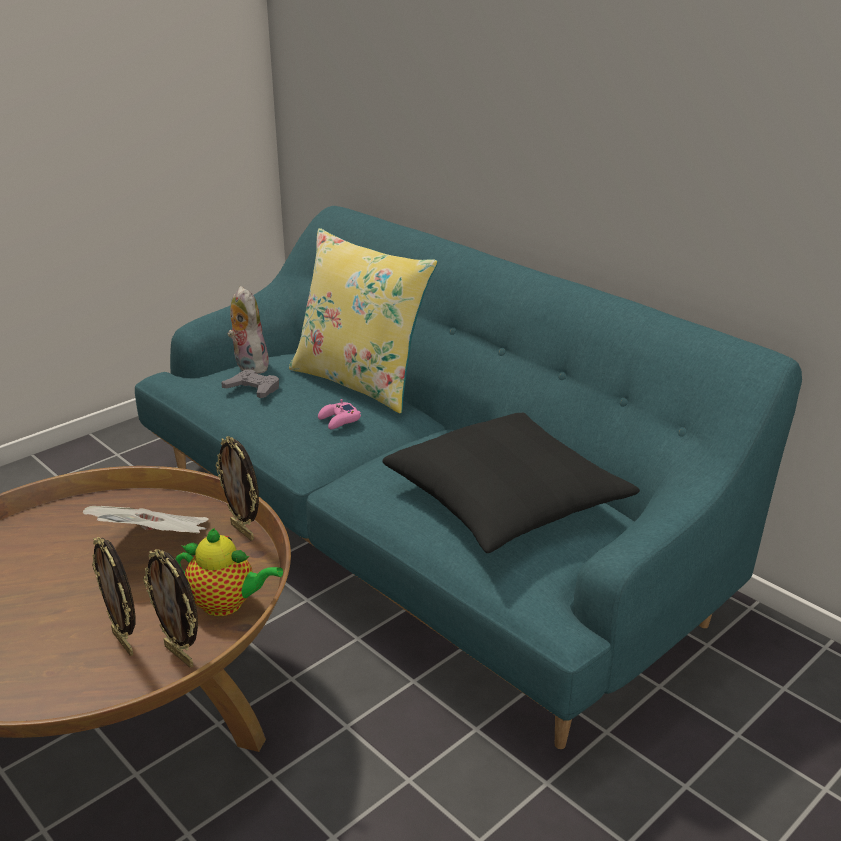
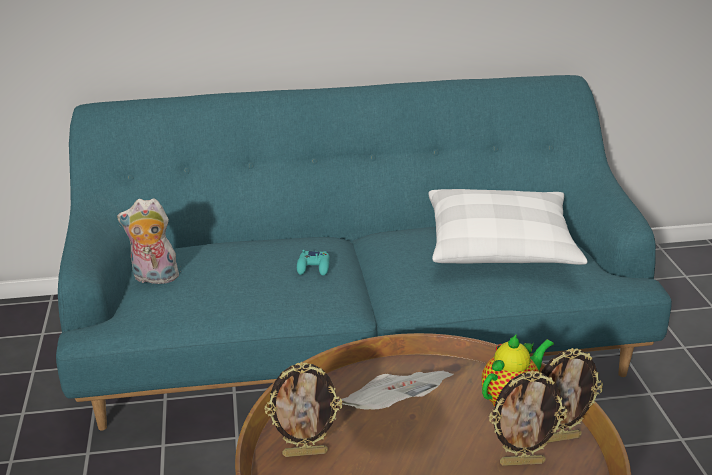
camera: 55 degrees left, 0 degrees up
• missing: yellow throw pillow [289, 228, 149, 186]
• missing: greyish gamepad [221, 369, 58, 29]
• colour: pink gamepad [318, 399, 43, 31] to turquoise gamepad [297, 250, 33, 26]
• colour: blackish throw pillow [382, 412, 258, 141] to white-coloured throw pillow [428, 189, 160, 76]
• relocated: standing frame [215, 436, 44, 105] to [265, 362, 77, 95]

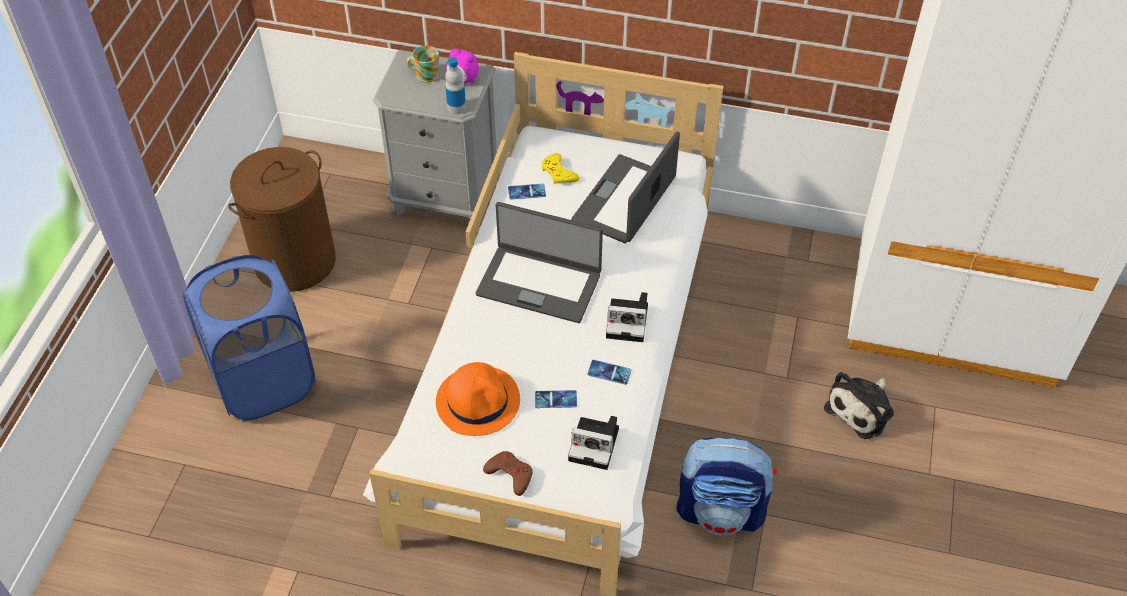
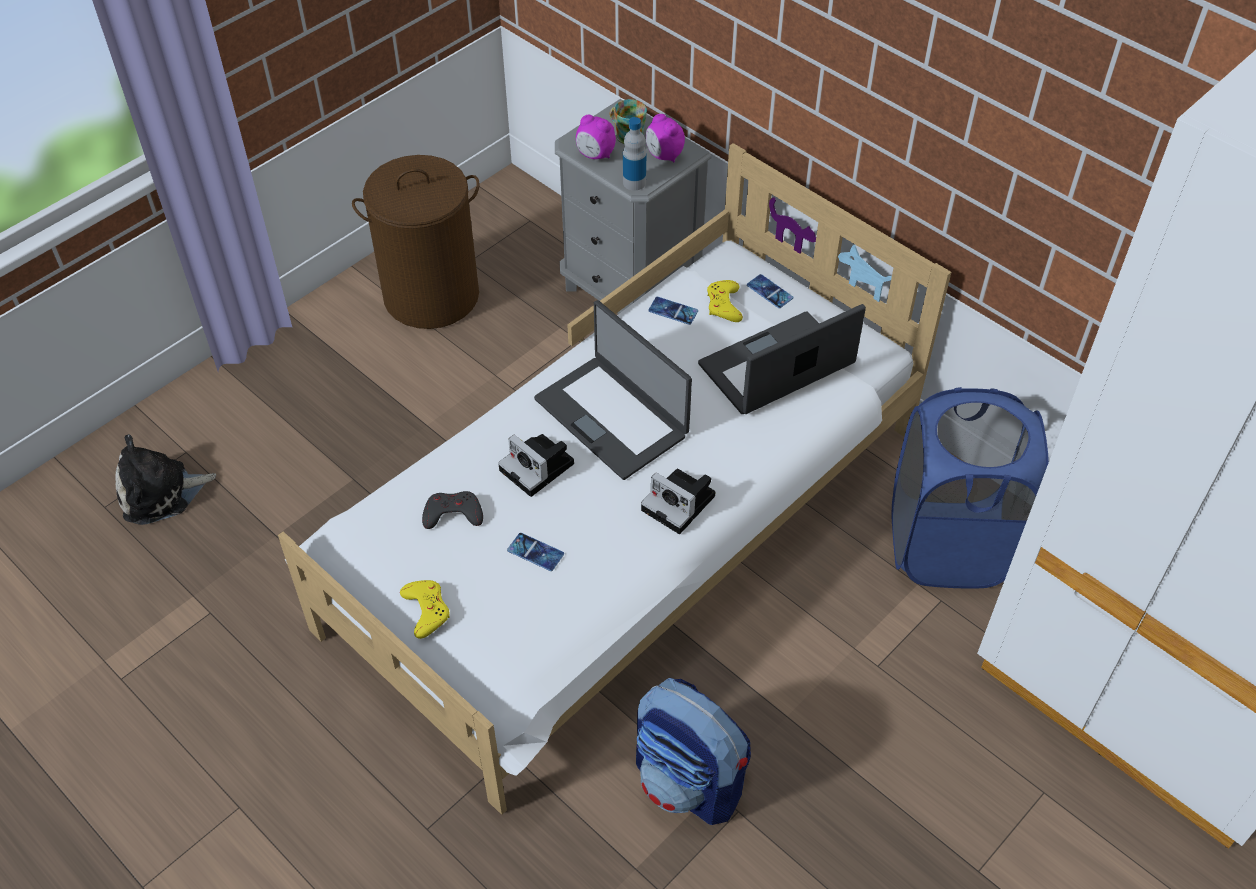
camera: 30 degrees right, 0 degrees up
• relocated: blue washing basket [182, 255, 133, 166] to [891, 387, 158, 201]
• relocated: telephone [587, 360, 44, 25] to [747, 274, 46, 34]
• exchanged: orange-coloured hat [436, 362, 84, 74] to greyish gamepad [422, 491, 61, 38]
• relocated: cuddly toy [824, 372, 70, 67] to [116, 434, 100, 91]
• relocated: still camera [568, 416, 51, 54] to [498, 434, 76, 63]
• colour: brownish gamepad [483, 451, 50, 45] to yellow gamepad [400, 580, 50, 59]
• appeared: bedside clock [576, 115, 40, 44]

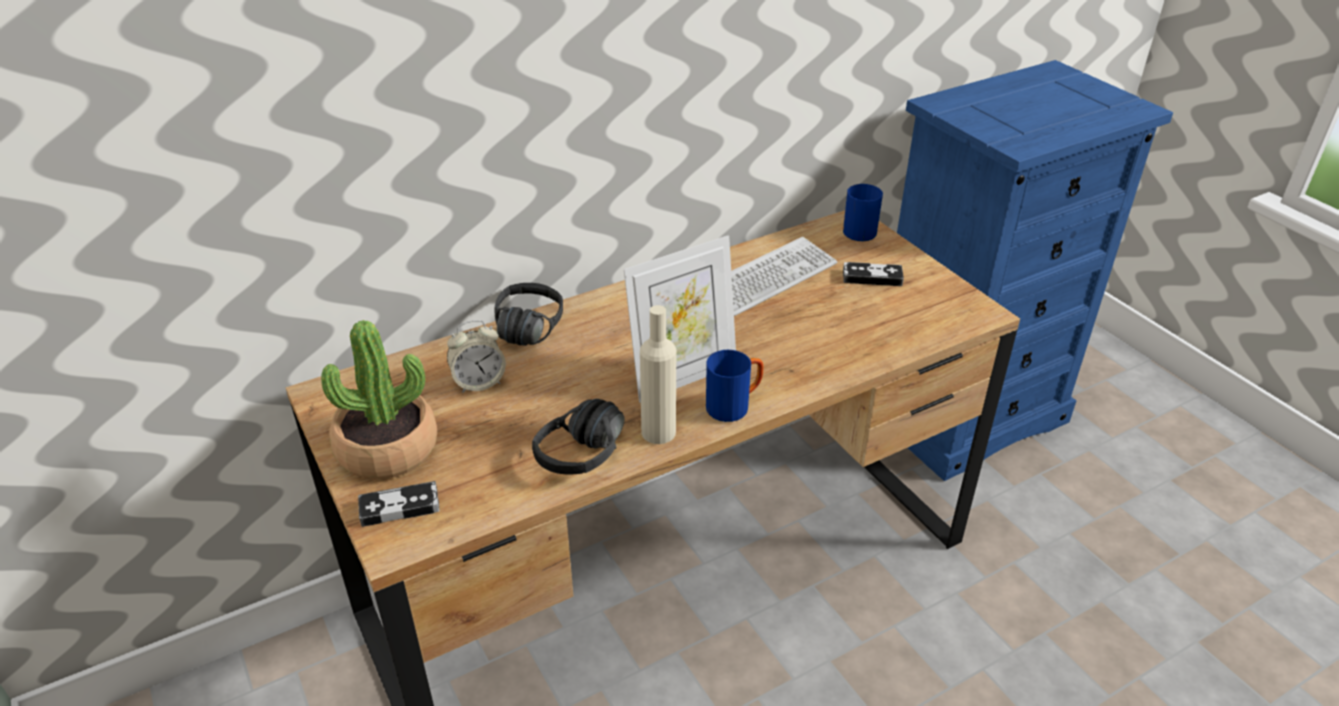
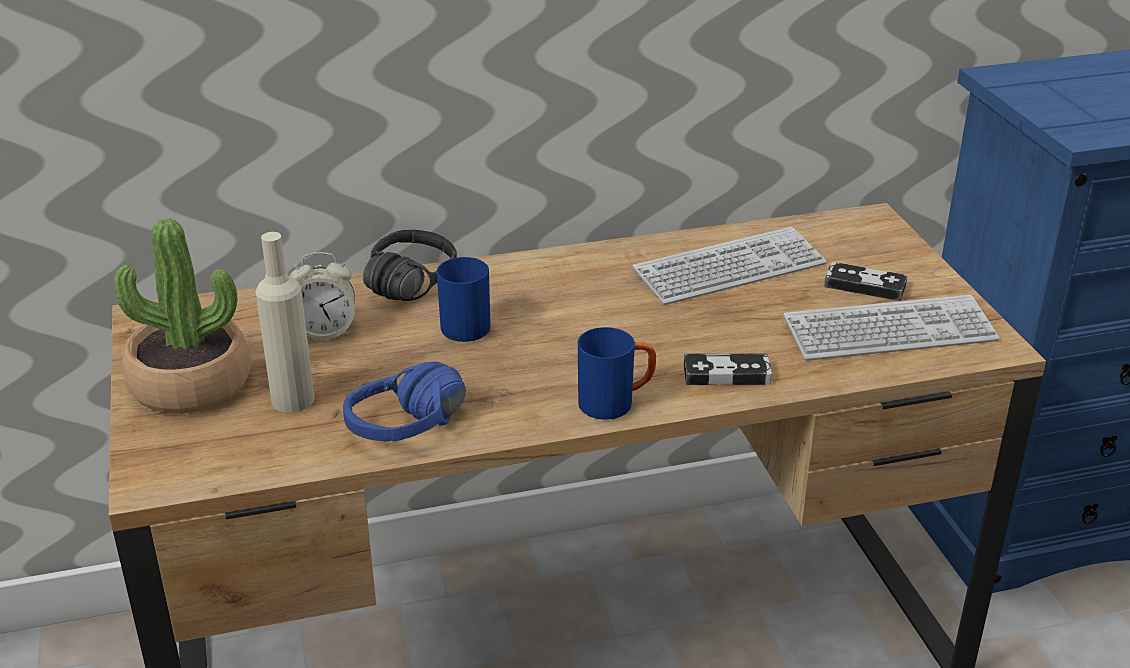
camera: 15 degrees right, 5 degrees down
• relocated: blue tea mug [843, 184, 40, 57] to [436, 257, 54, 85]
• missing: standing frame [624, 235, 112, 168]
• relocated: beige-coloured beverage bottle [640, 305, 36, 139] to [255, 232, 60, 180]
• colour: blackish pair of headphones [532, 399, 93, 75] to blue pair of headphones [343, 361, 123, 81]
• relocated: gamepad [358, 481, 82, 46] to [683, 353, 89, 32]
• appeared: PC keyboard [783, 295, 216, 66]

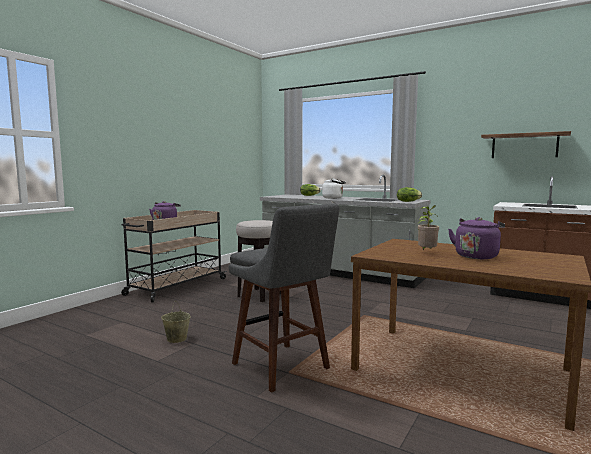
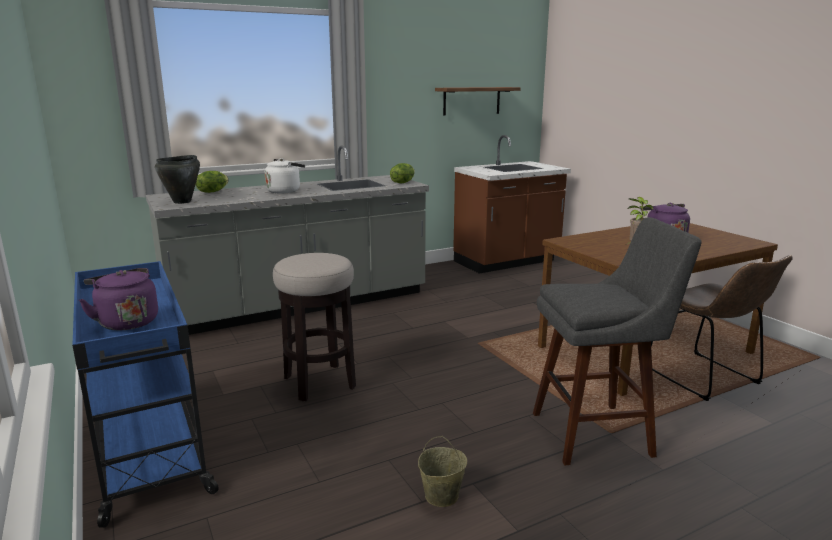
camera: 60 degrees left, 10 degrees up
• colour: beige-coloured cart [121, 210, 106, 92] to blue cart [72, 261, 147, 267]
• appeared: blackish stockpot [155, 155, 45, 49]
• appeared: brownish upright chair [651, 255, 142, 146]

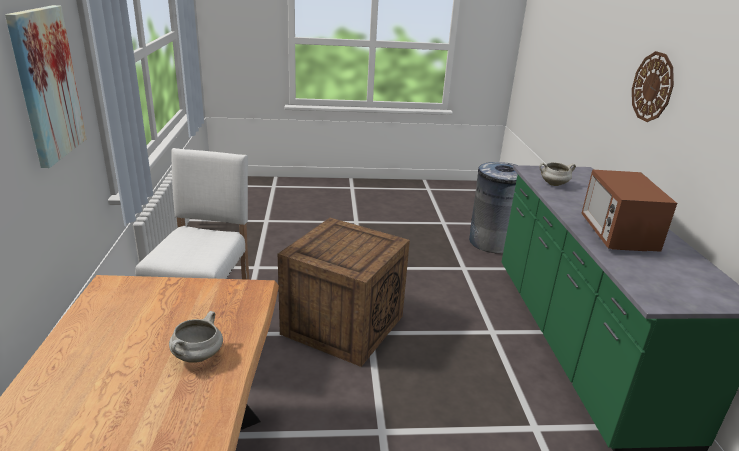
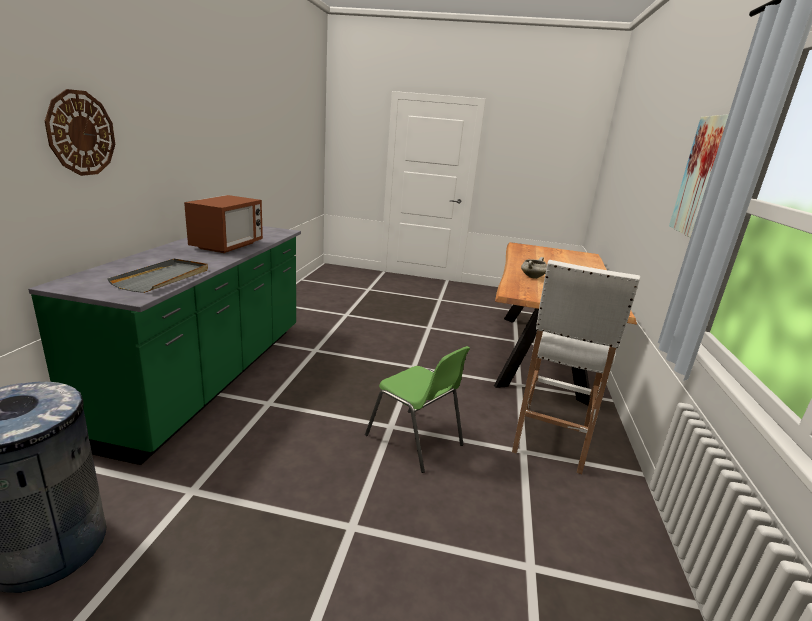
camera: 165 degrees left, 5 degrees down
• exchanged: white-coloured stockpot [539, 162, 37, 24] to greyish serving tray [107, 259, 101, 34]
• exchanged: crate [278, 218, 132, 149] to greenish upright chair [365, 346, 105, 127]

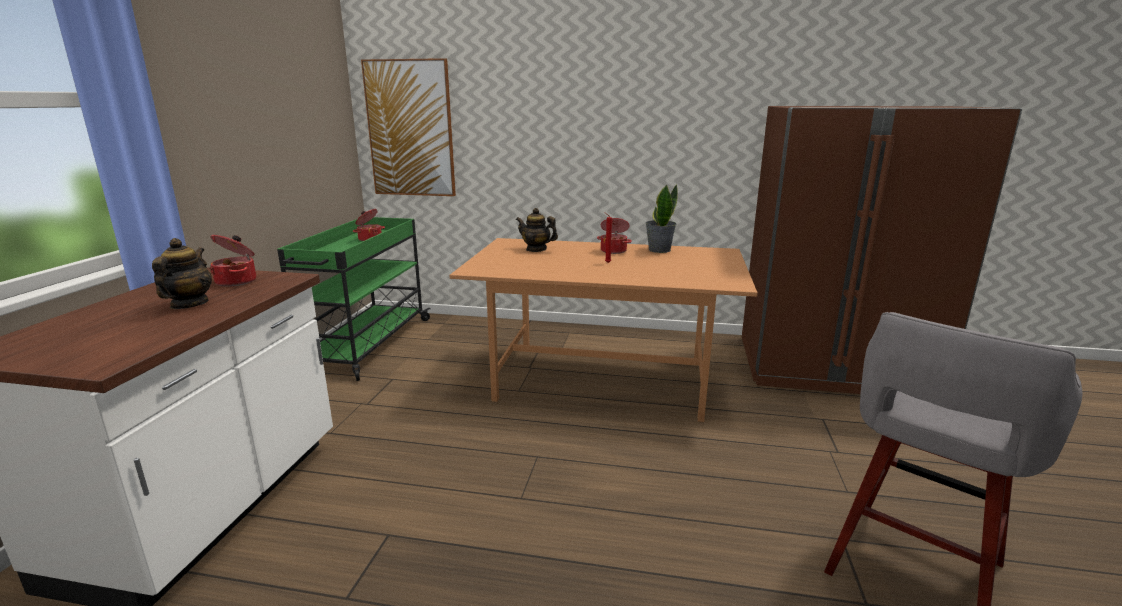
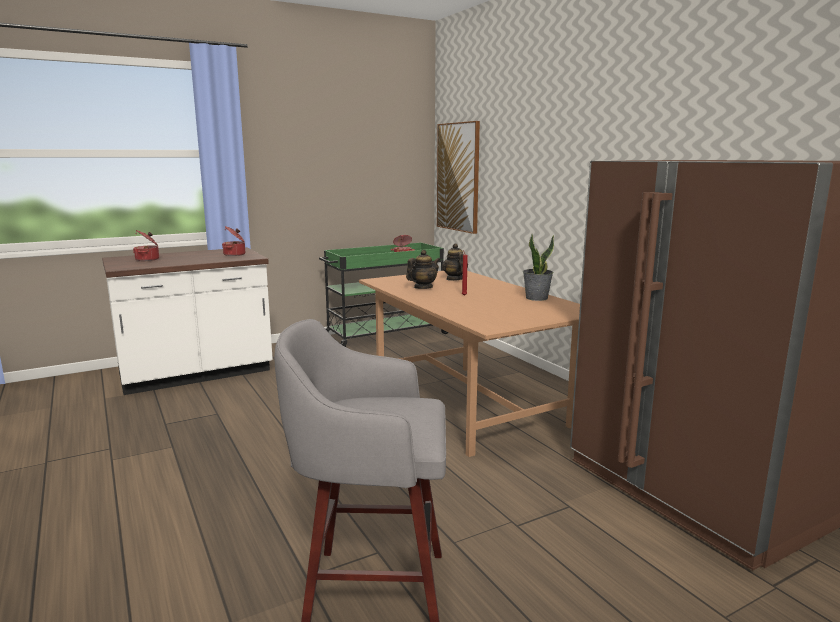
camera: 50 degrees right, 5 degrees down
• relocated: stockpot [597, 218, 35, 36] to [133, 230, 26, 31]
• relocated: pot for tea [152, 238, 60, 71] to [406, 250, 34, 39]

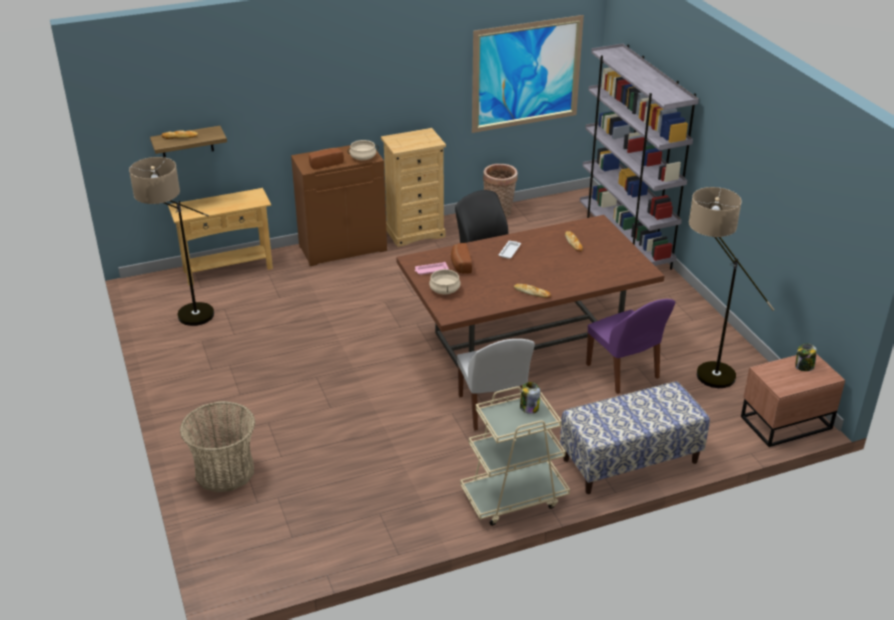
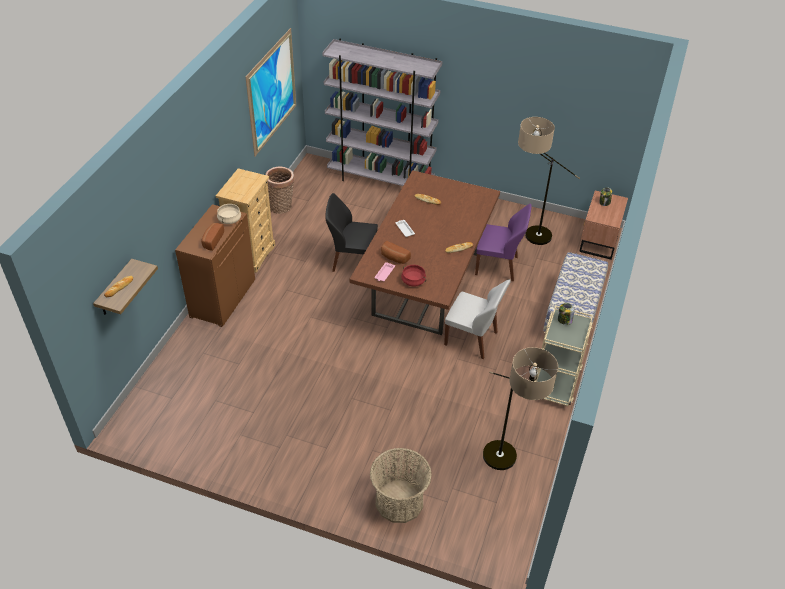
camera: 50 degrees left, 10 degrees up
• relocated: standing lamp [129, 157, 85, 169] to [483, 347, 75, 123]
• missing: beige-coloured hall table [168, 188, 105, 98]
• colour: beige-coloured stockpot [429, 269, 32, 26] to red-coloured stockpot [401, 265, 25, 22]

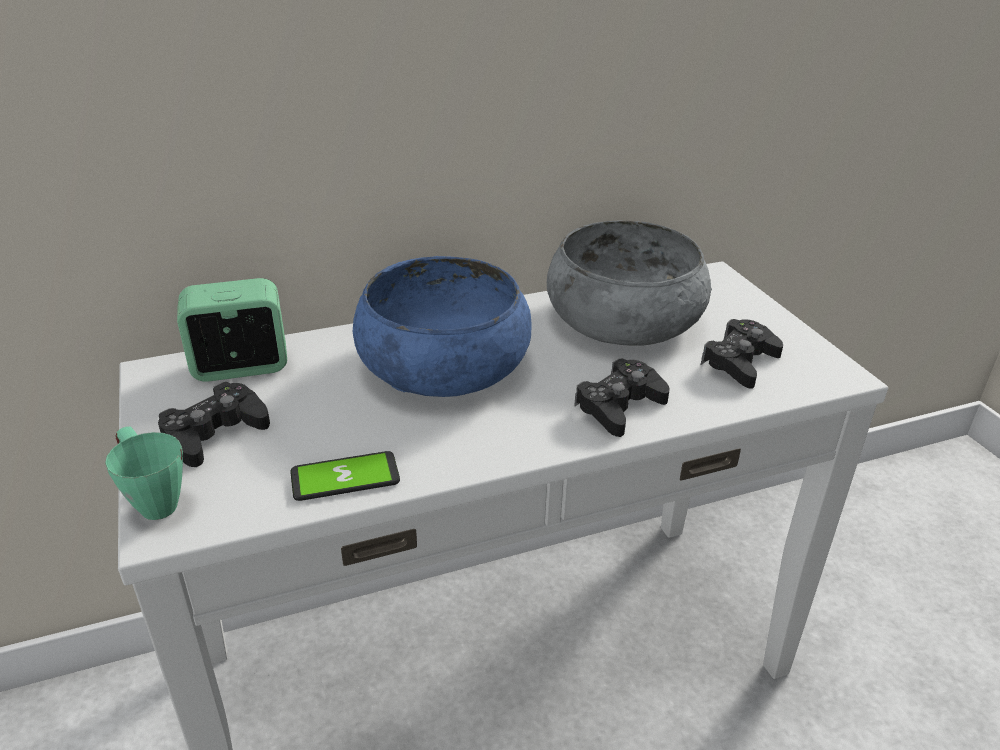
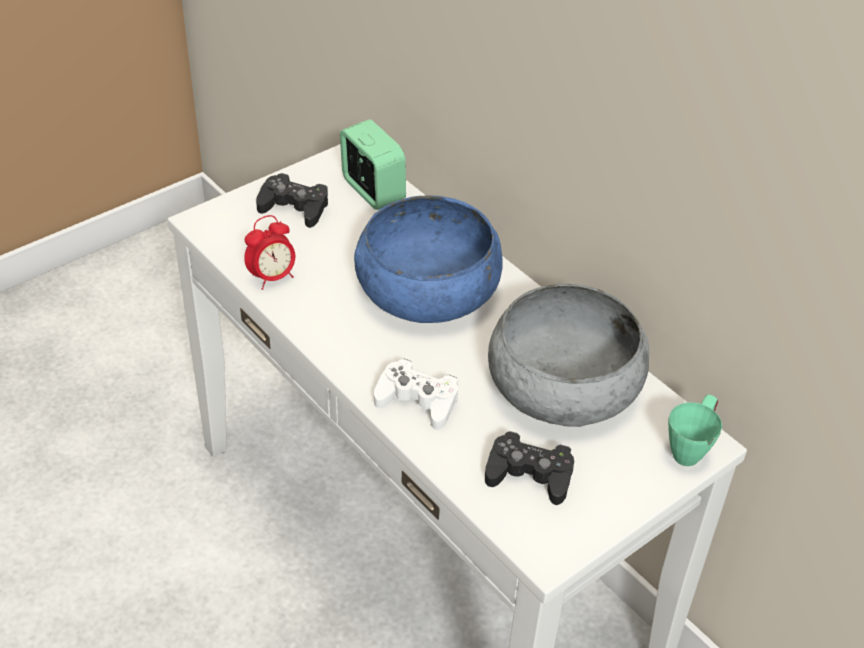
camera: 70 degrees right, 10 degrees up
• colour: blackish gamepad [574, 358, 95, 79] to white-coloured gamepad [374, 359, 84, 71]
• relocated: greenish tea mug [105, 426, 78, 94] to [668, 394, 54, 72]
• exchanged: telephone [290, 451, 110, 50] to bedside clock [244, 215, 51, 75]

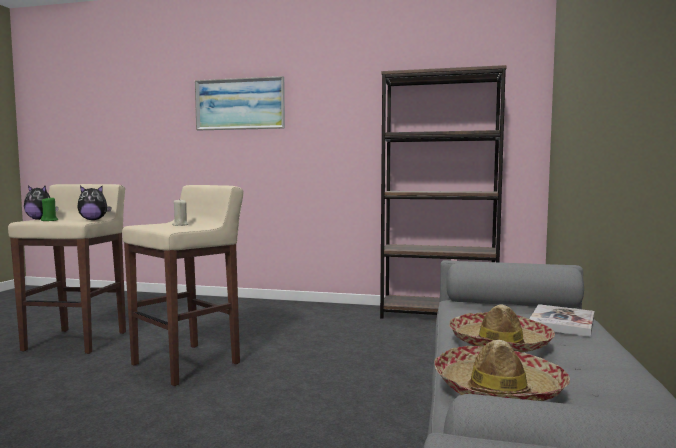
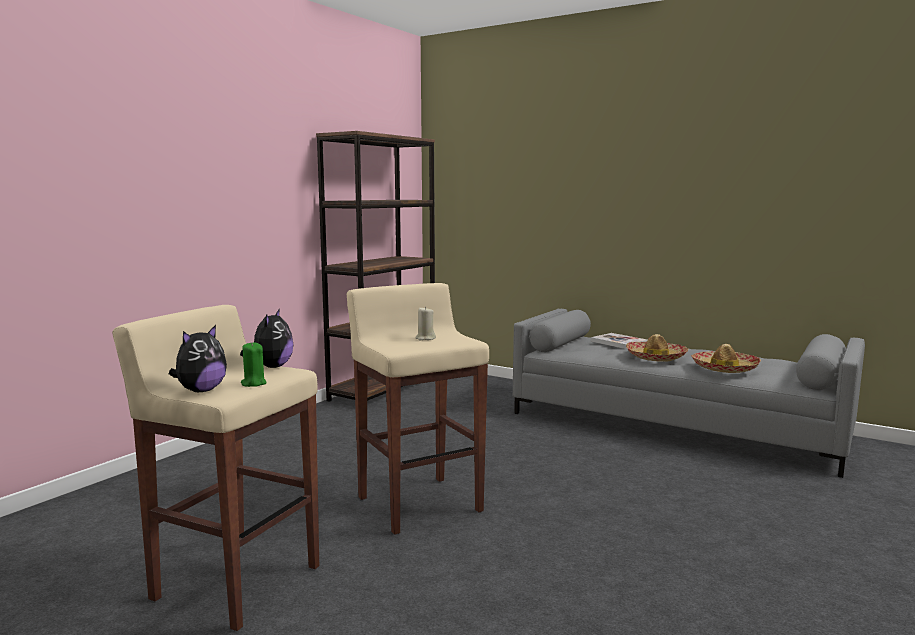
camera: 70 degrees left, 5 degrees up
• missing: wall art [195, 76, 90, 54]

